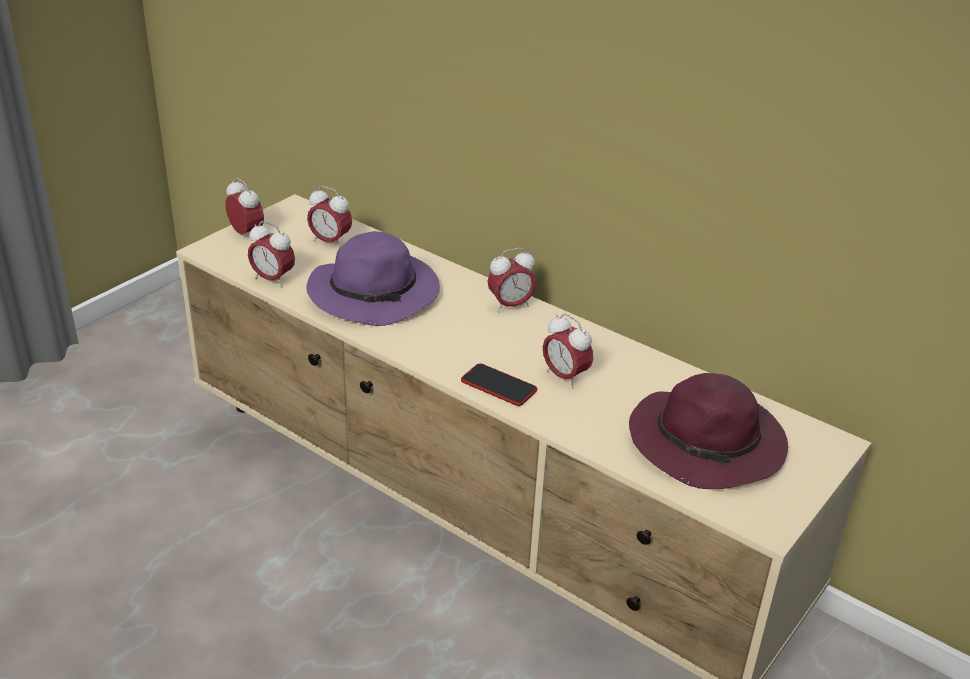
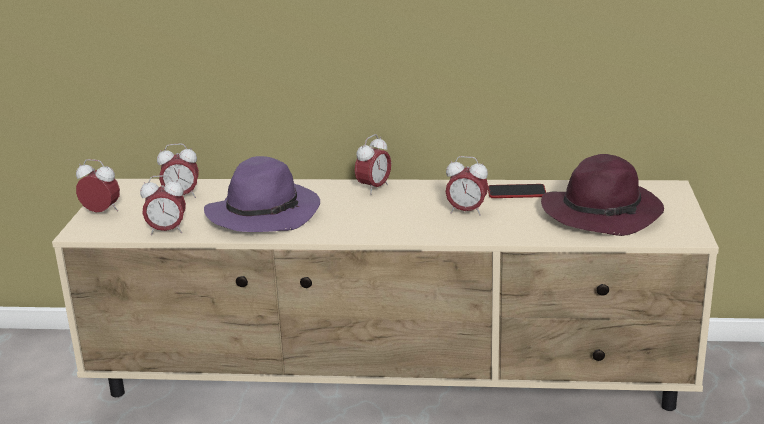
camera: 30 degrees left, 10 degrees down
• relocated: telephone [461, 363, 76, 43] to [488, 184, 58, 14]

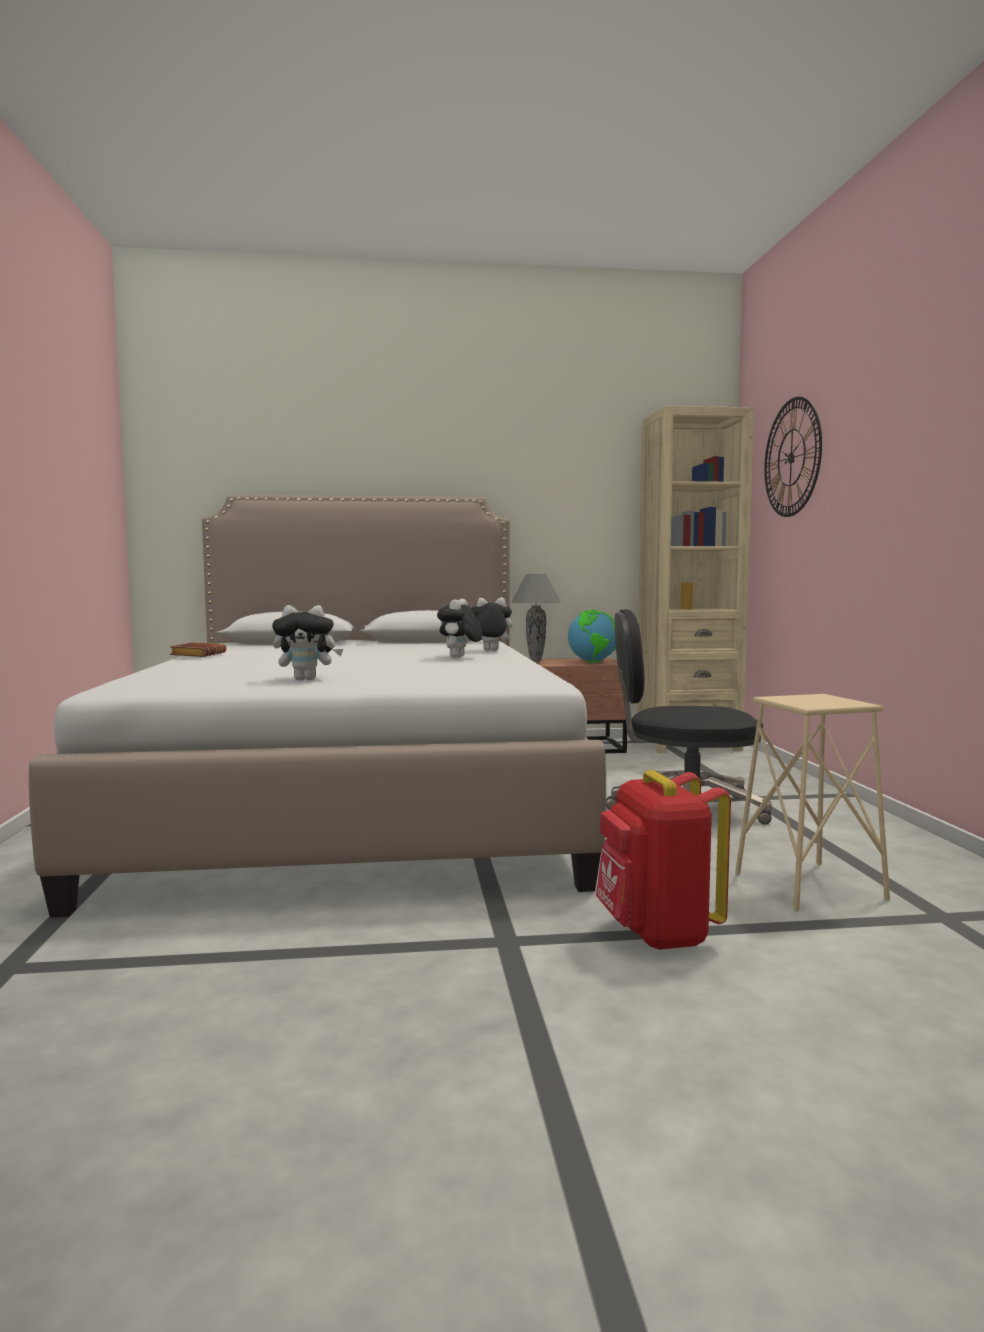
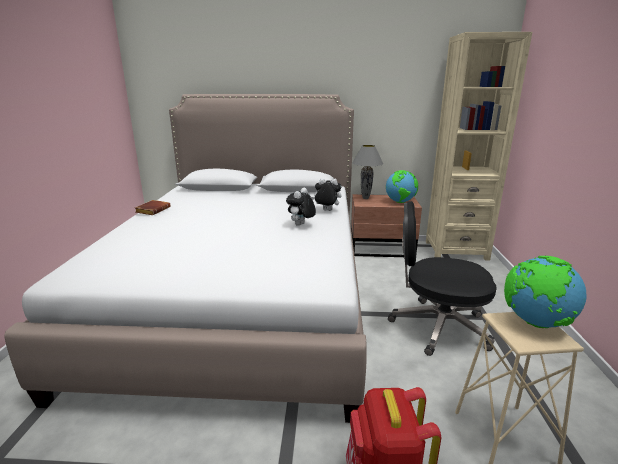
camera: 10 degrees right, 15 degrees up
• missing: hanging clock [764, 396, 58, 121]
• missing: cuddly toy [272, 605, 71, 75]
• appeared: desk globe [504, 256, 82, 72]

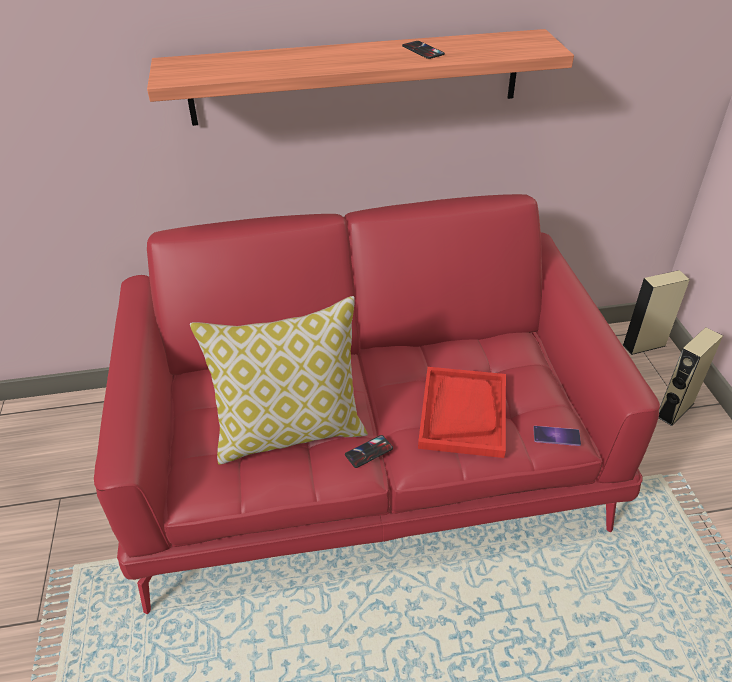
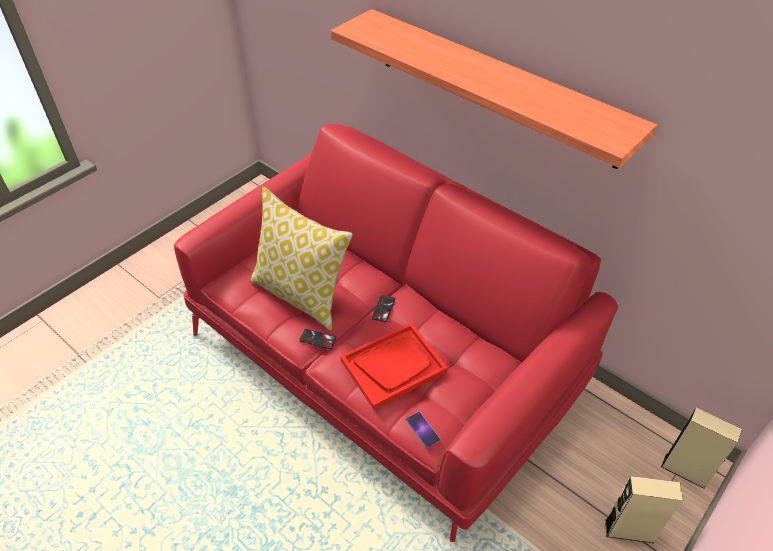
camera: 50 degrees right, 5 degrees up
• relocated: telephone [402, 41, 43, 18] to [372, 295, 23, 27]

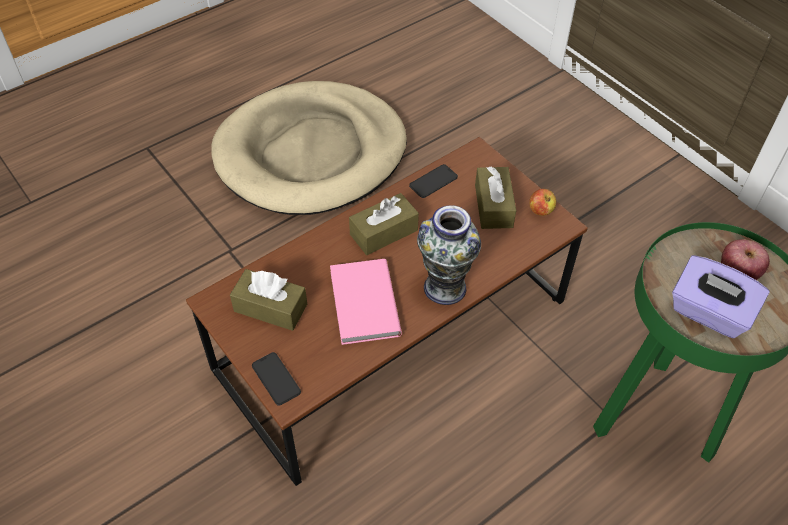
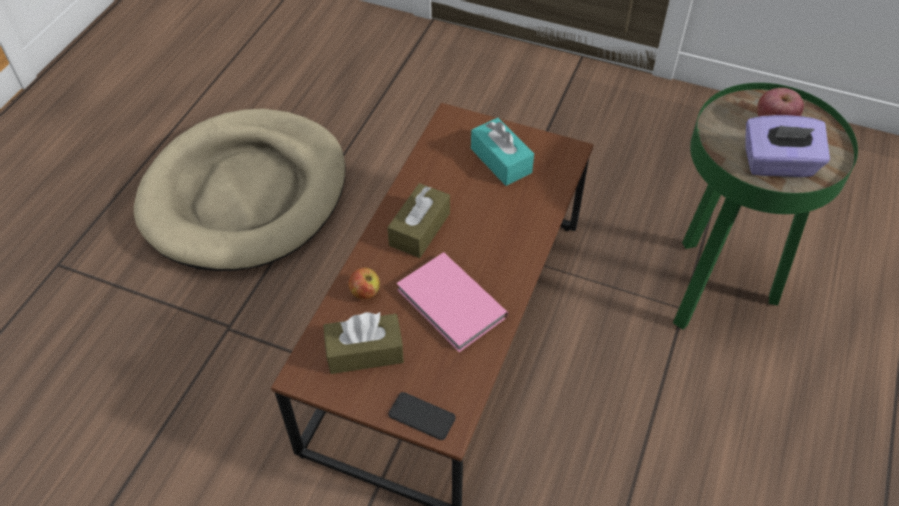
camera: 30 degrees left, 0 degrees up
• missing: telephone [409, 164, 49, 34]
• colour: brownish tissue box [475, 166, 41, 63] to turquoise tissue box [471, 118, 63, 68]
• relocated: apple [529, 189, 27, 27] to [349, 267, 31, 32]
• missing: vase [417, 205, 64, 100]

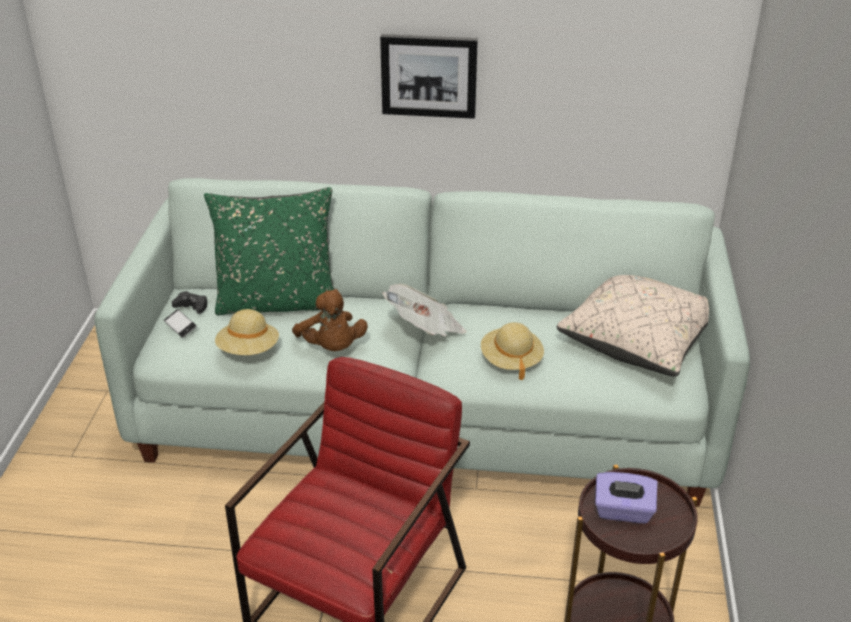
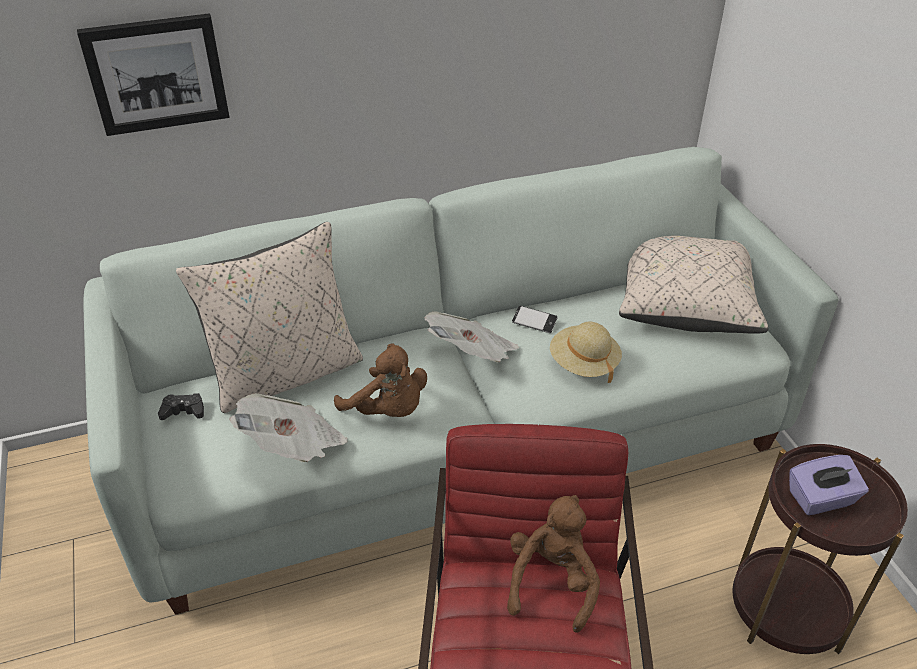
camera: 25 degrees left, 5 degrees up
• relocated: wall art [380, 34, 98, 85] to [77, 13, 153, 123]
• colour: greenish throw pillow [204, 187, 130, 128] to beige-coloured throw pillow [176, 222, 187, 191]
• relocated: telephone [164, 309, 33, 29] to [512, 306, 46, 27]
• exchanged: beige-coloured hat [215, 309, 64, 46] to daily paper [229, 393, 118, 69]
• appeared: brownish cuddly toy [507, 495, 93, 138]

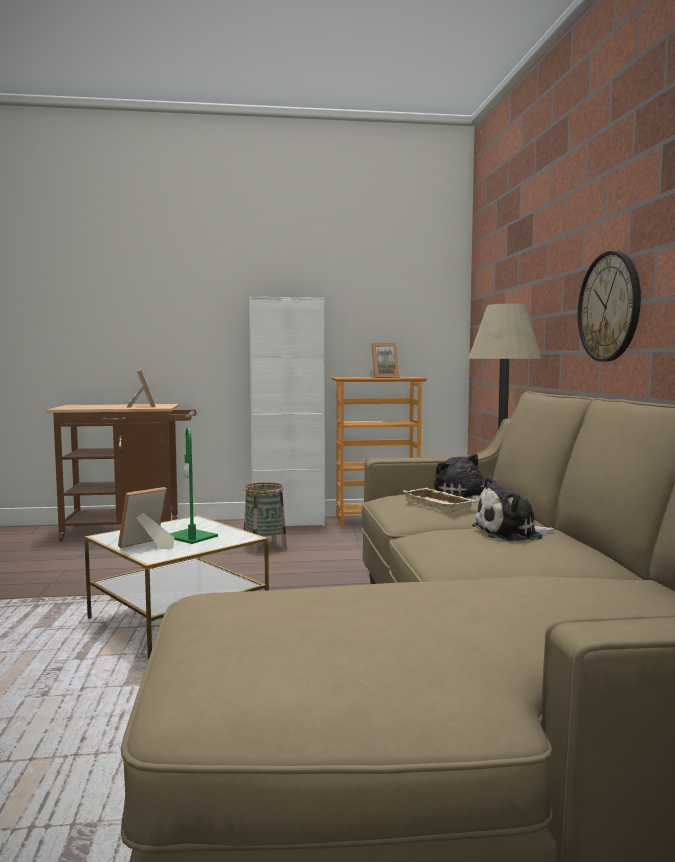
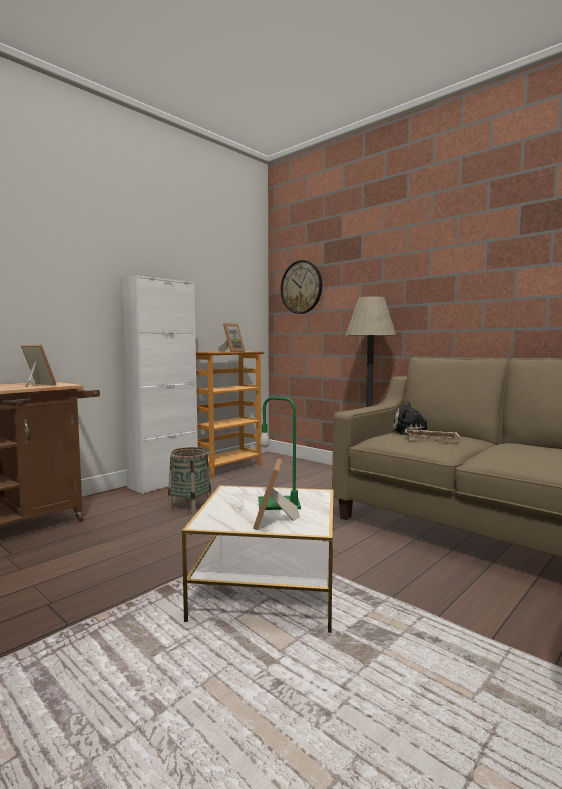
camera: 40 degrees left, 0 degrees up
• relocated: hanging clock [578, 251, 63, 111] to [281, 260, 41, 54]
• missing: cuddly toy [472, 476, 82, 65]

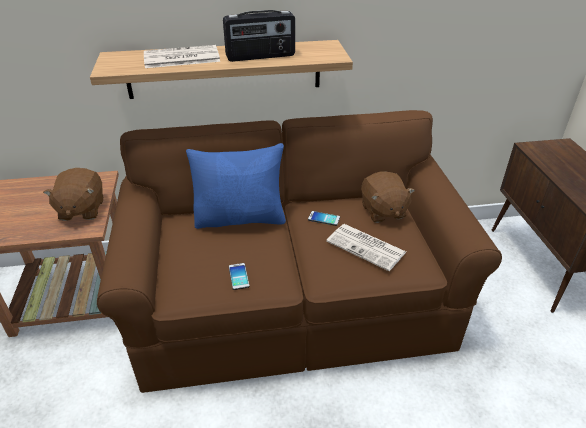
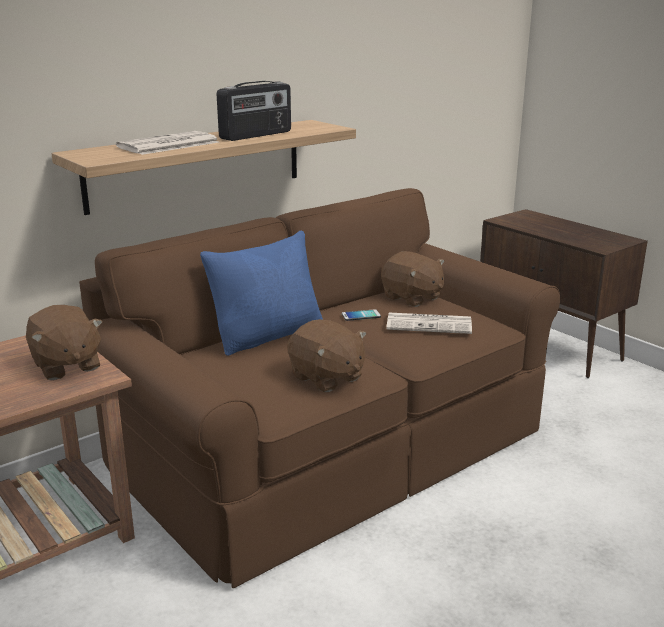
camera: 30 degrees left, 15 degrees down
• exchanged: telephone [229, 263, 20, 27] to brownish cuddly toy [287, 319, 80, 73]

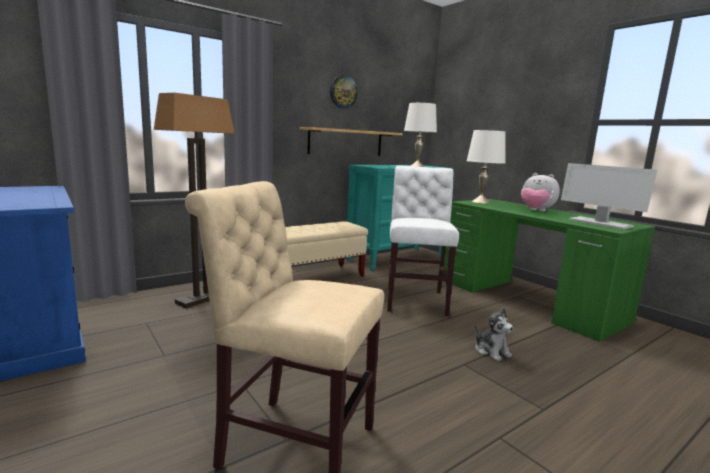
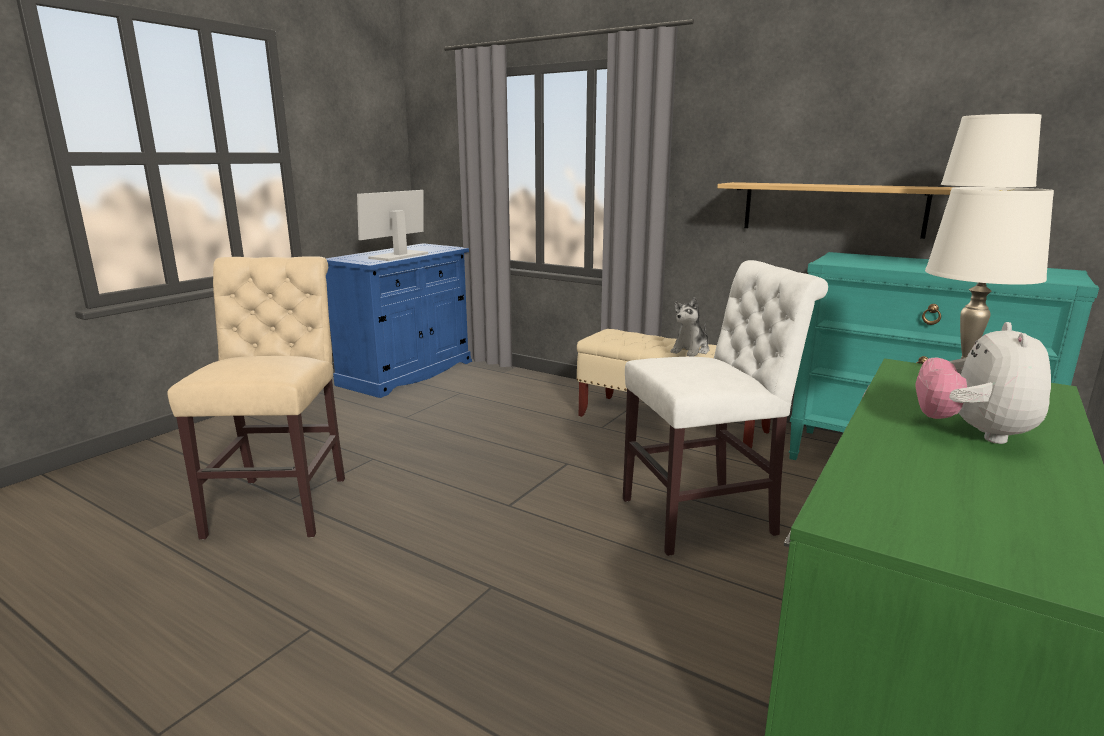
camera: 70 degrees right, 5 degrees up
• missing: hanging clock [330, 75, 27, 34]
• missing: standing lamp [154, 93, 81, 215]
• relocated: computer display [561, 163, 96, 67] to [357, 190, 71, 71]
• relocated: cuddly toy [474, 307, 40, 54] to [670, 297, 39, 60]

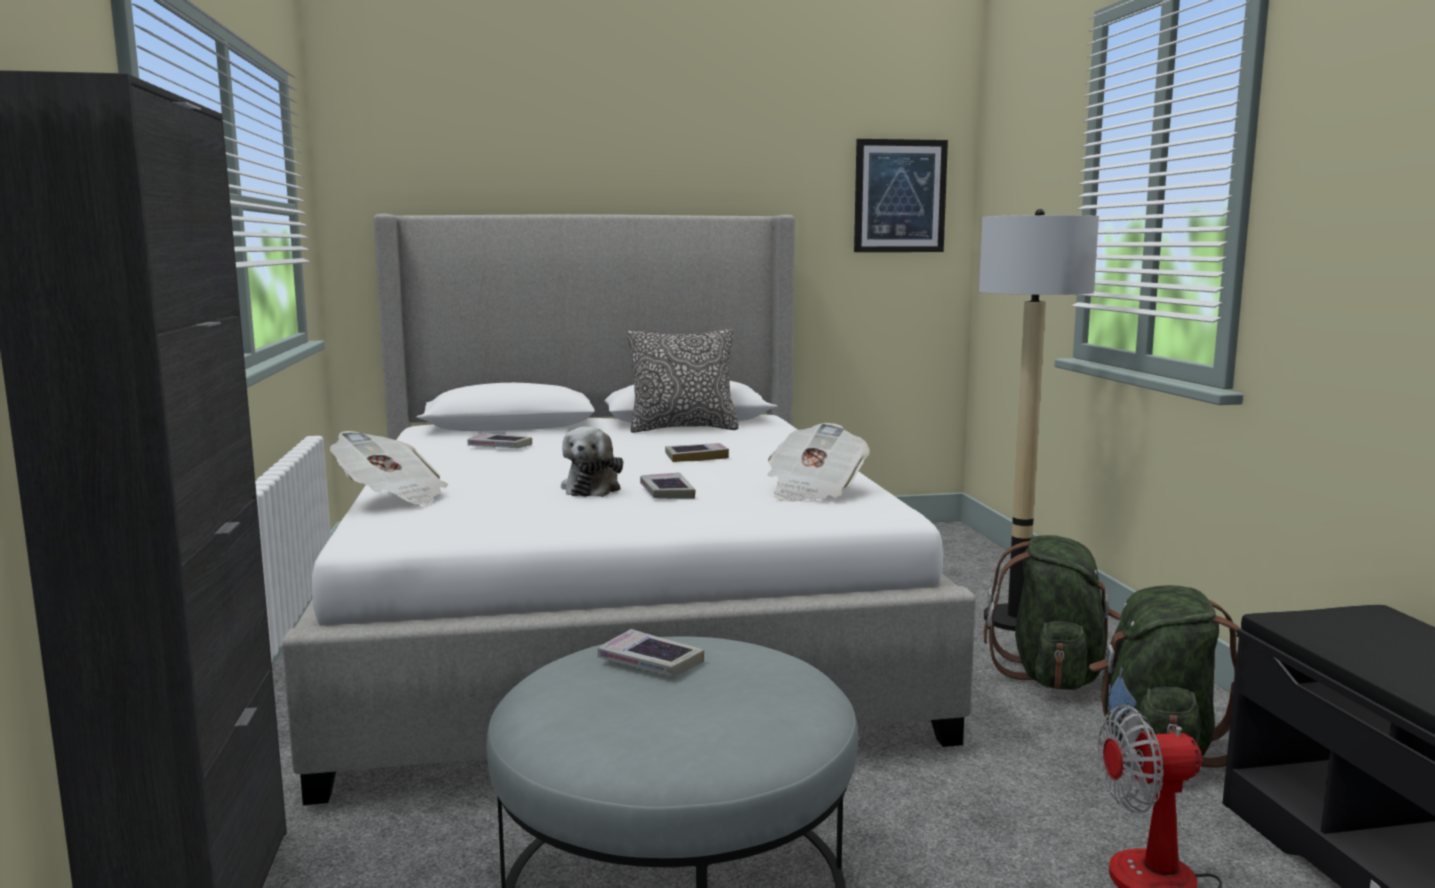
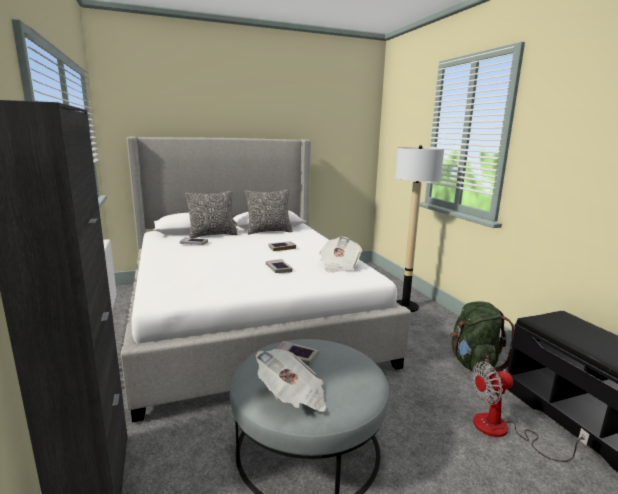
camera: 10 degrees left, 5 degrees up
• missing: wall art [854, 139, 94, 113]
• missing: cuddly toy [561, 427, 62, 70]
• relocated: daily paper [330, 431, 118, 74] to [256, 349, 70, 63]
• missing: greenish backpack [984, 535, 137, 155]
• appeared: throw pillow [185, 191, 53, 47]

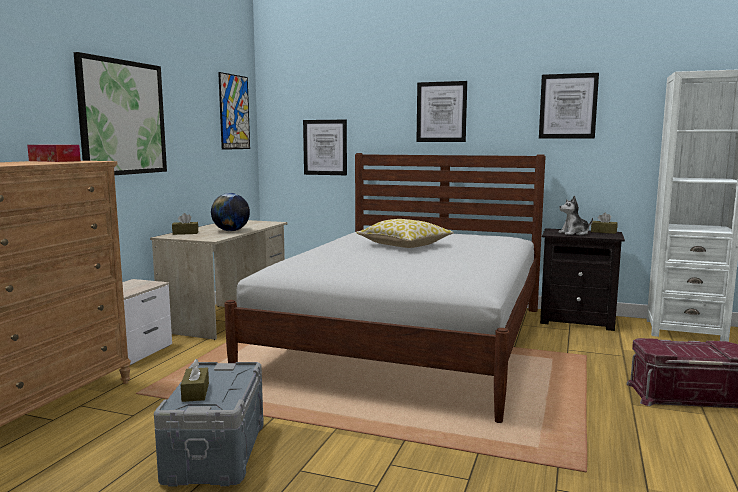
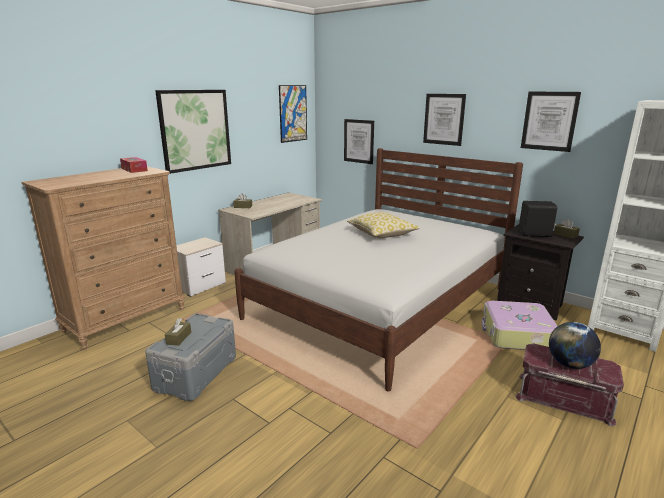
camera: 20 degrees right, 10 degrees up
• relocated: desk globe [211, 193, 39, 38] to [549, 322, 52, 47]
• exchanged: cuddly toy [558, 196, 35, 39] to blackish audio speaker [518, 201, 39, 36]
• appeared: suitcase [482, 301, 75, 49]

